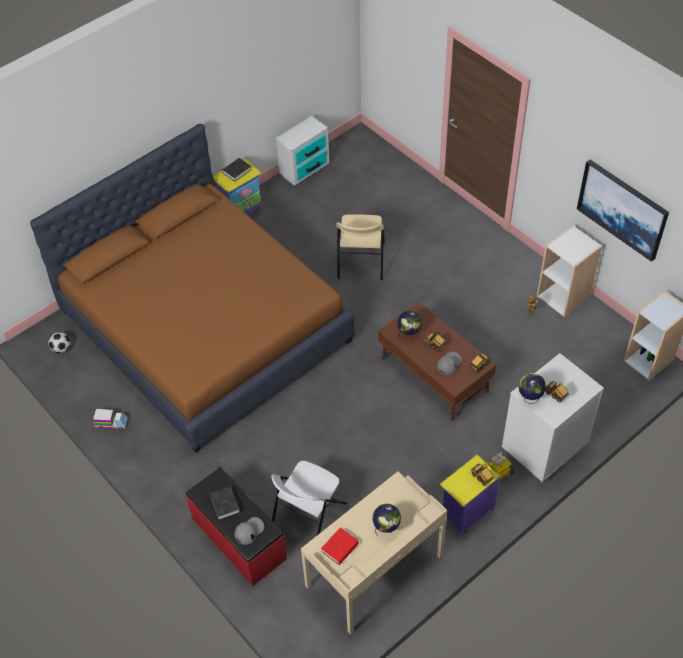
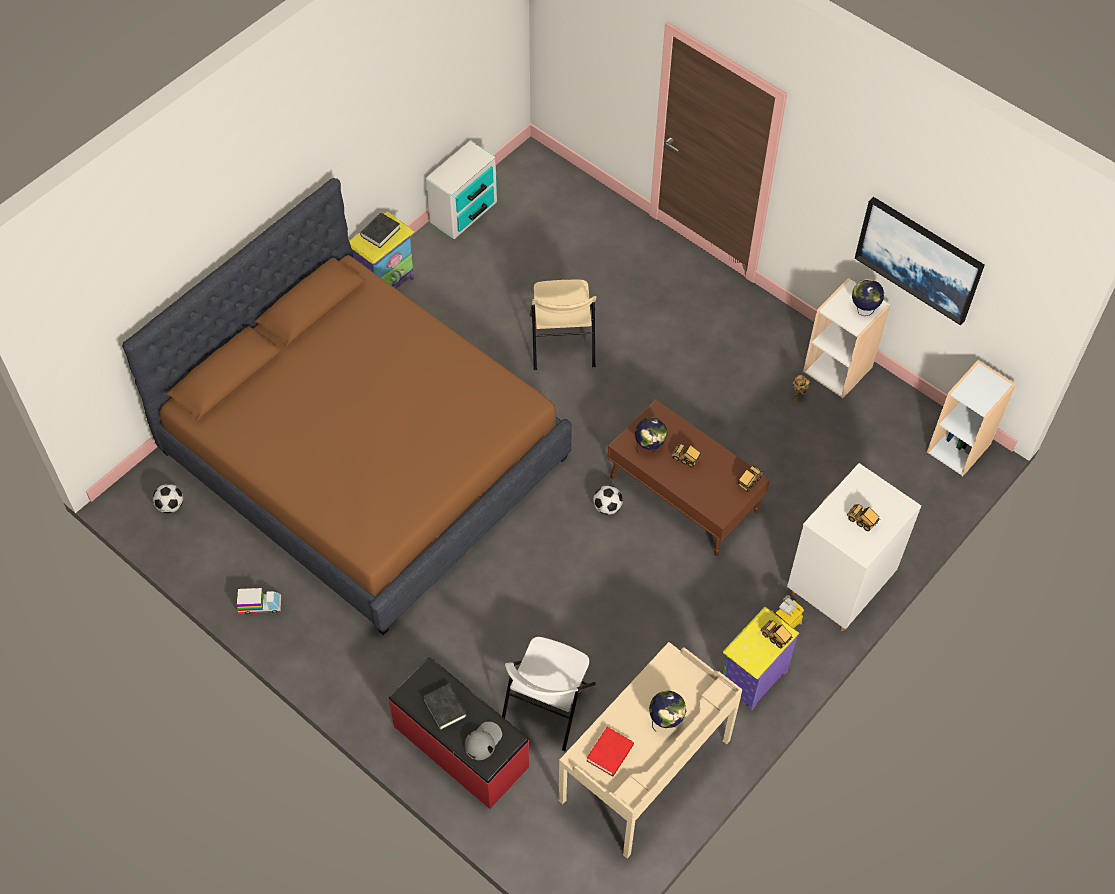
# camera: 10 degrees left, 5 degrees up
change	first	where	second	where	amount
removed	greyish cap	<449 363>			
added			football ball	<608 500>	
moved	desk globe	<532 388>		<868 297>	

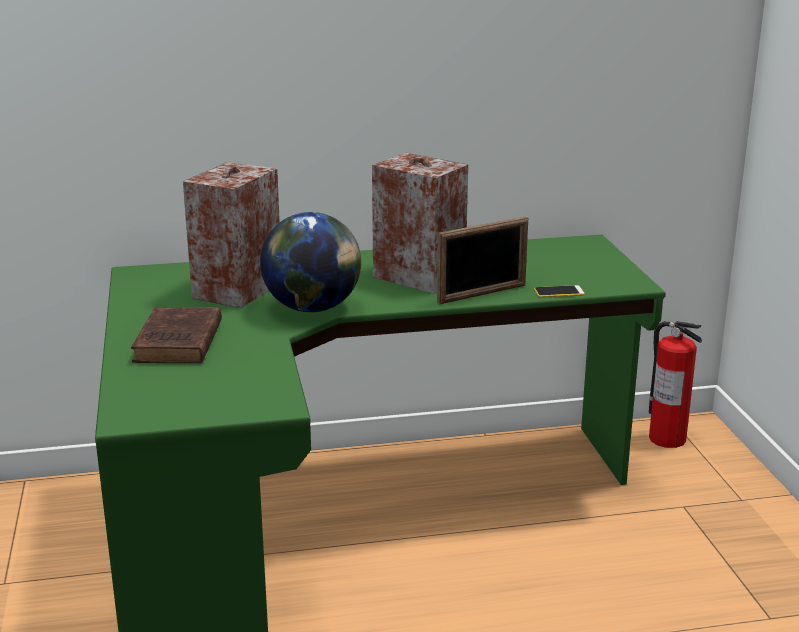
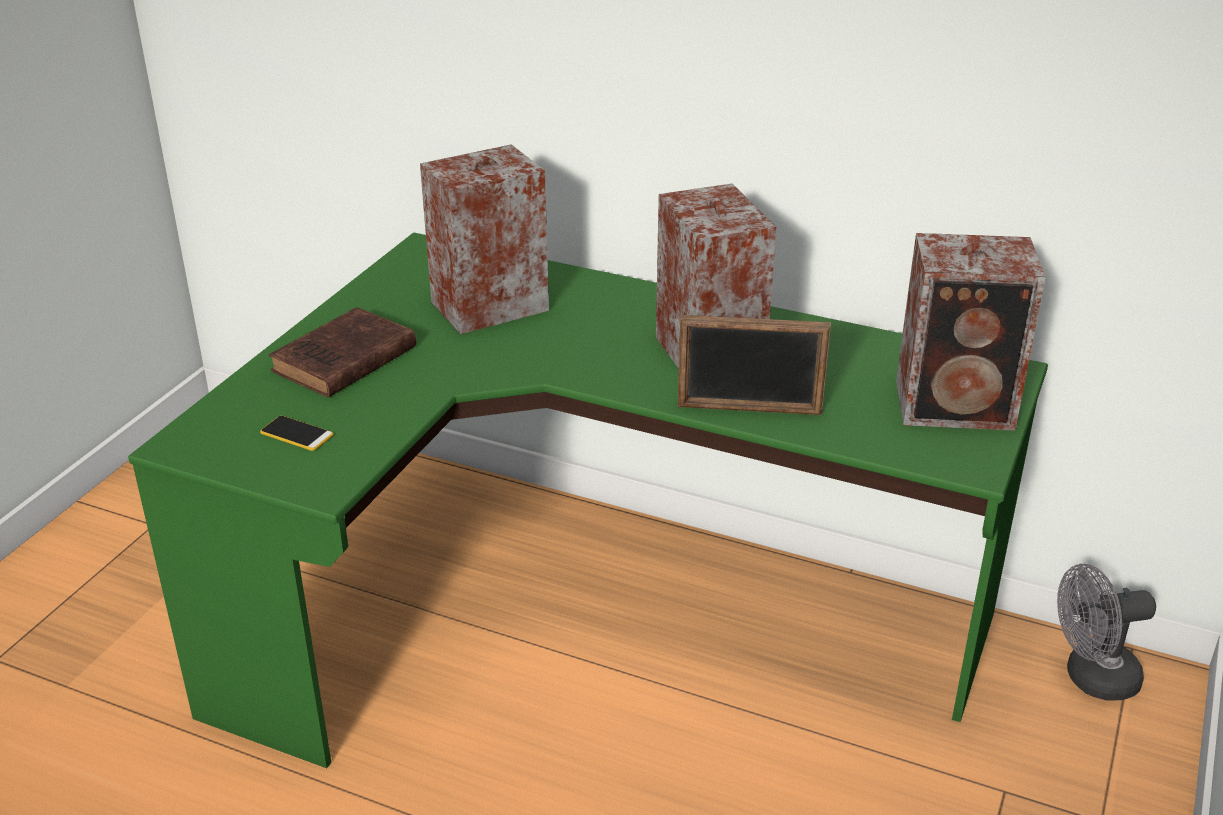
# camera: 35 degrees right, 10 degrees up
change	first	where	second	where	amount
removed	desk globe	<310 262>			
added			speaker	<971 332>	
moved	handset	<559 291>		<297 433>	
replaced	fire extinguisher	<675 384>	greyish cooling fan	<1106 632>	

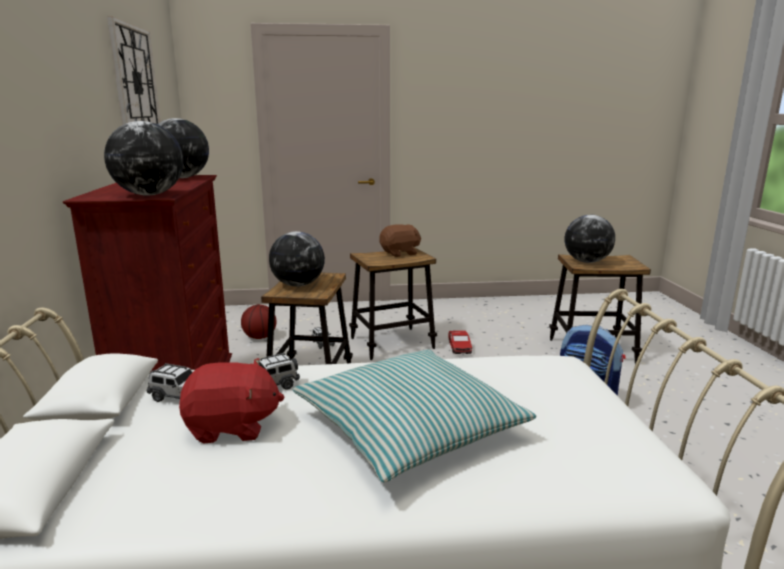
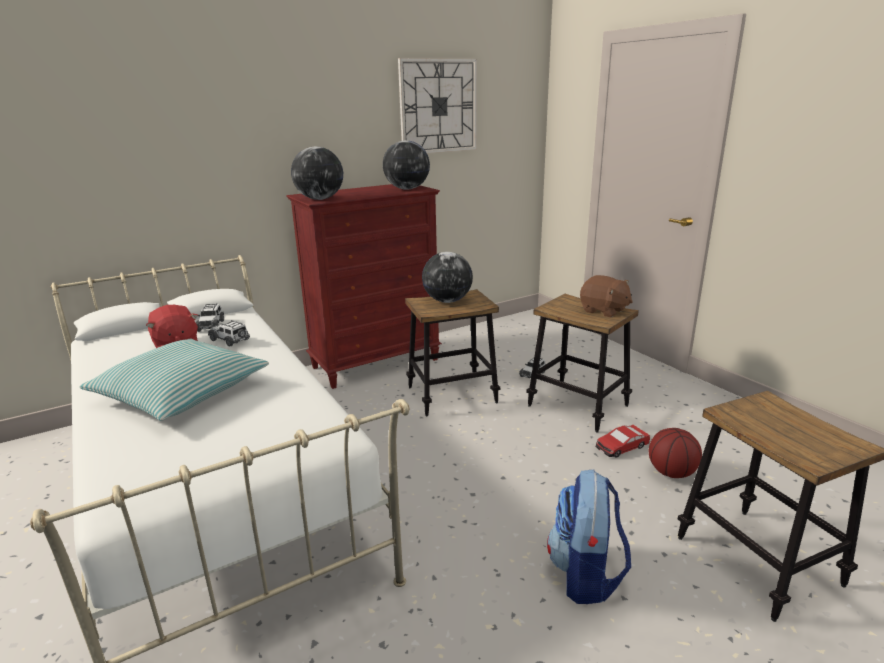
# camera: 65 degrees right, 5 degrees up
change	first	where	second	where	amount
removed	desk globe	<590 239>			
moved	basketball	<258 322>		<675 453>	

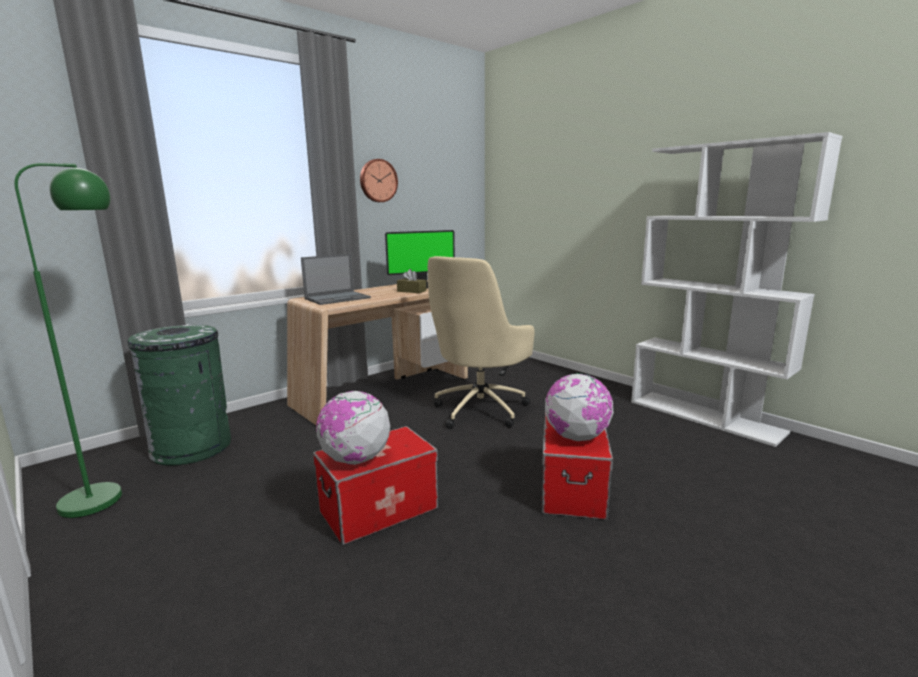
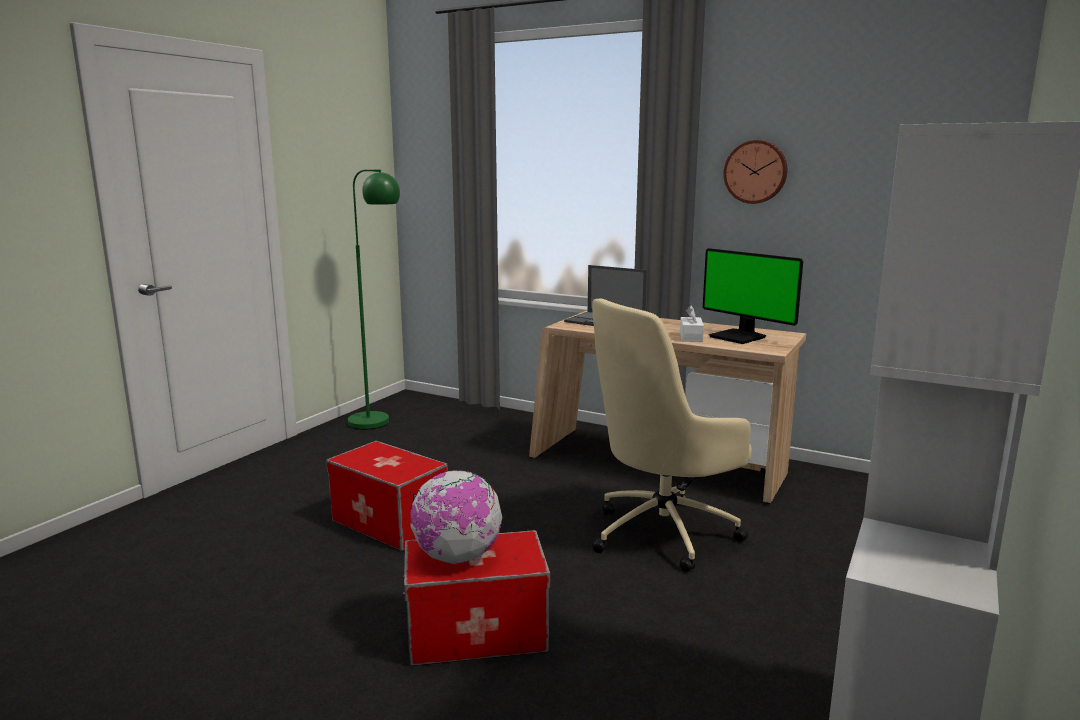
# camera: 70 degrees right, 0 degrees up
change	first	where	second	where	amount
removed	green rubbish bin	<179 395>			
removed	desk globe	<353 428>			
recoloured	brown box of tissues	<411 281>	whitish box of tissues	<692 323>	
turned	sand-coloured office chair	<481 342>		<672 435>	45 degrees counterclockwise

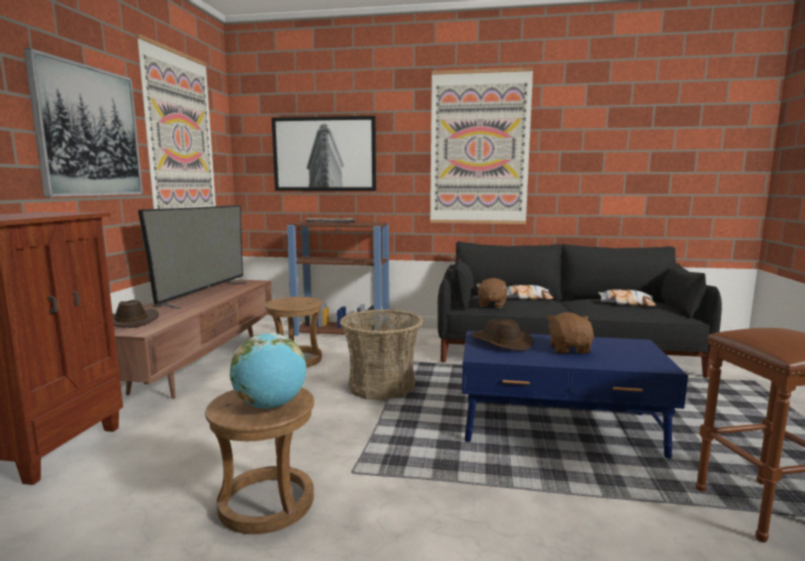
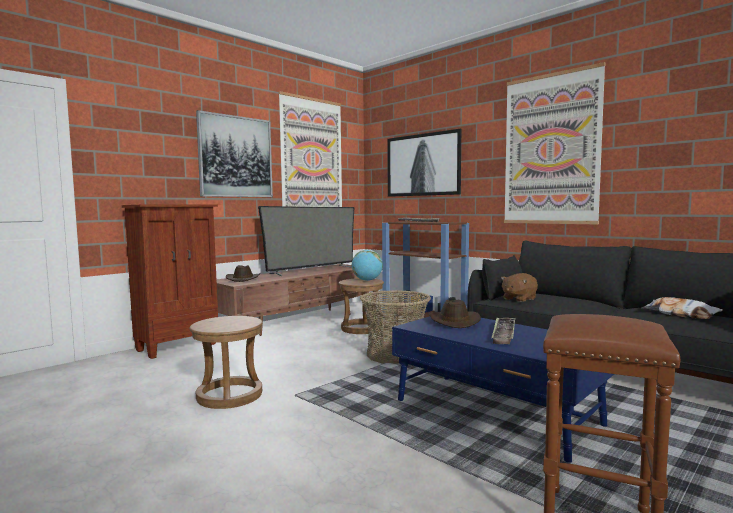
# camera: 35 degrees right, 5 degrees down
change	first	where	second	where	amount
removed	pillow	<530 292>			
moved	desk globe	<268 371>		<367 265>	
replaced	brown plush toy	<570 333>	carrying tray	<503 331>	

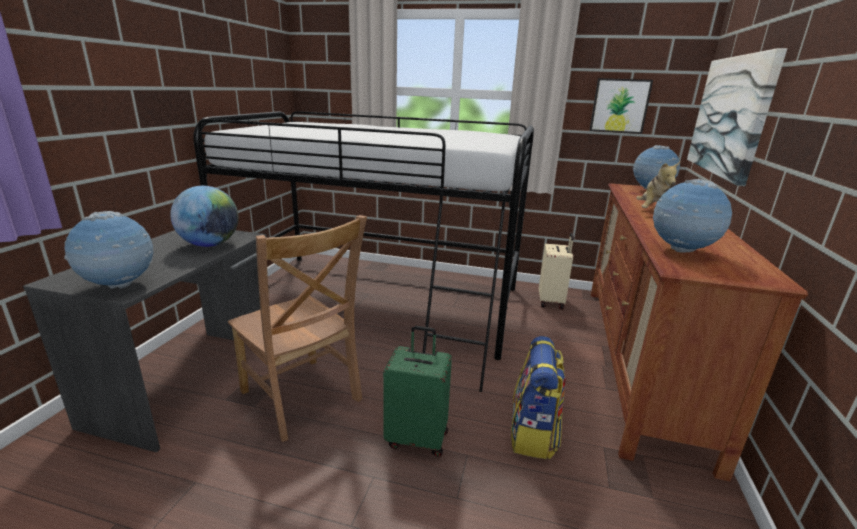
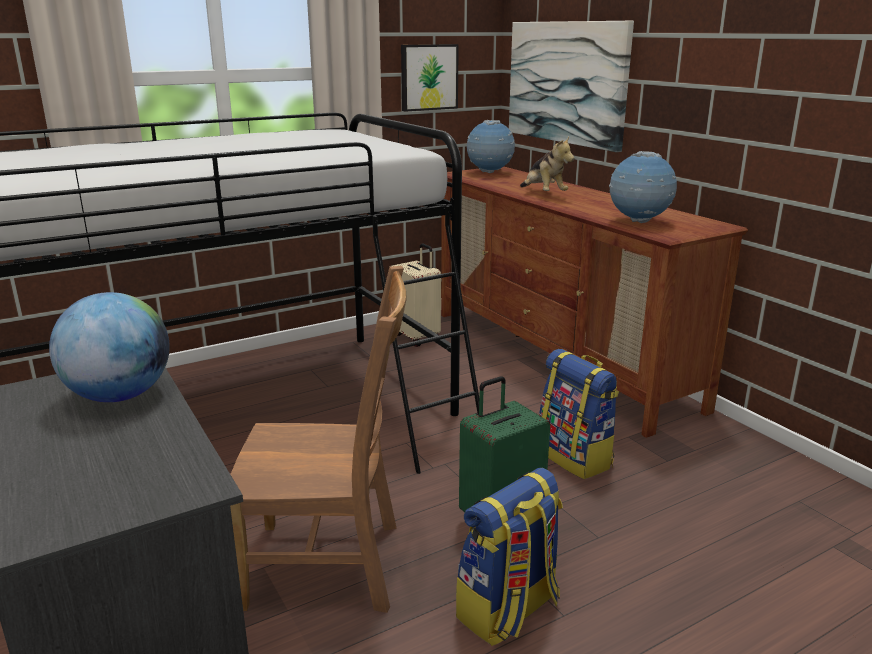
# camera: 45 degrees left, 0 degrees up
change	first	where	second	where	amount
removed	desk globe	<109 250>			
added			knapsack	<509 557>	

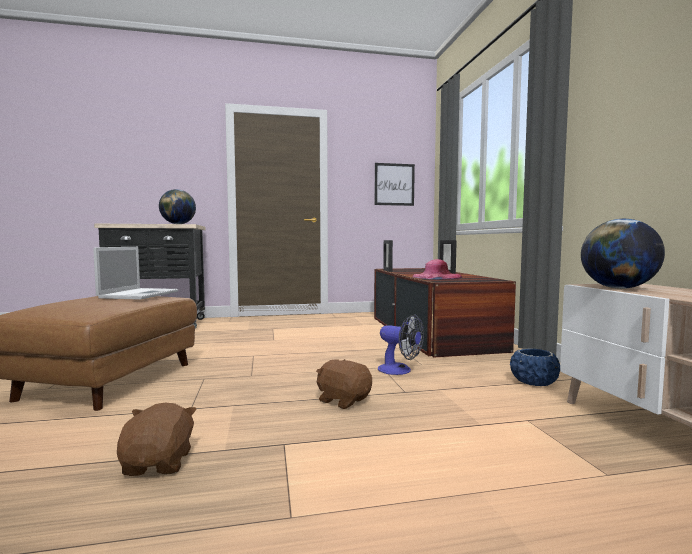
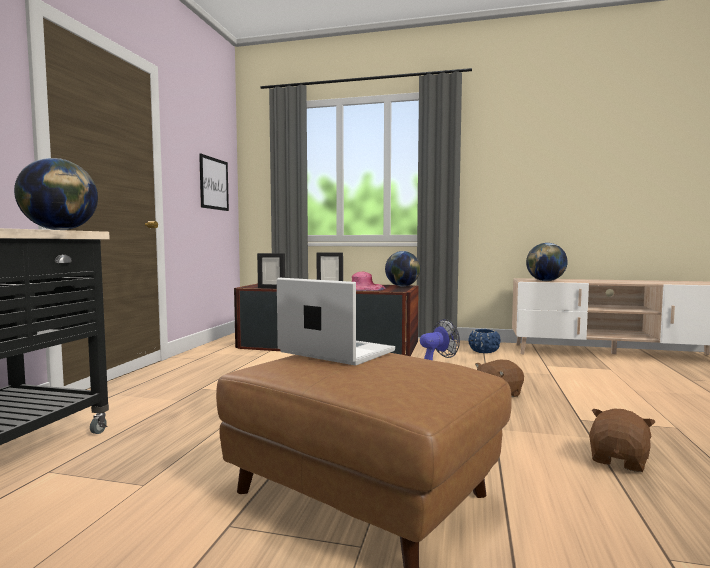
# camera: 65 degrees left, 0 degrees up
change	first	where	second	where	amount
added			desk globe	<402 269>	
turned	brown plush toy	<157 439>		<622 440>	105 degrees clockwise

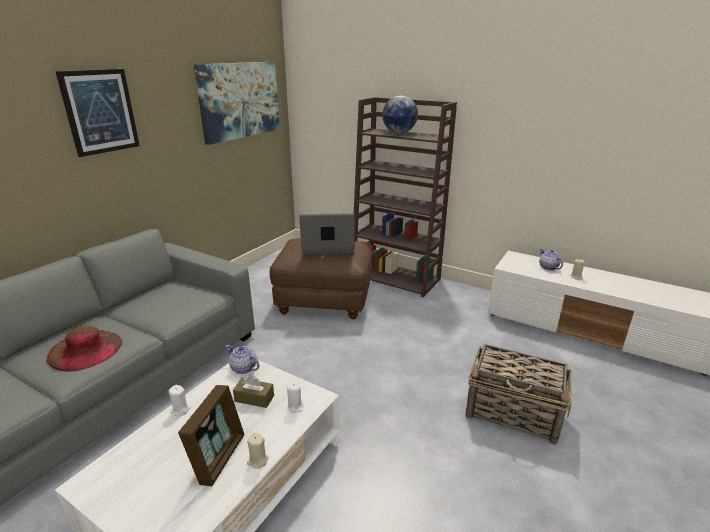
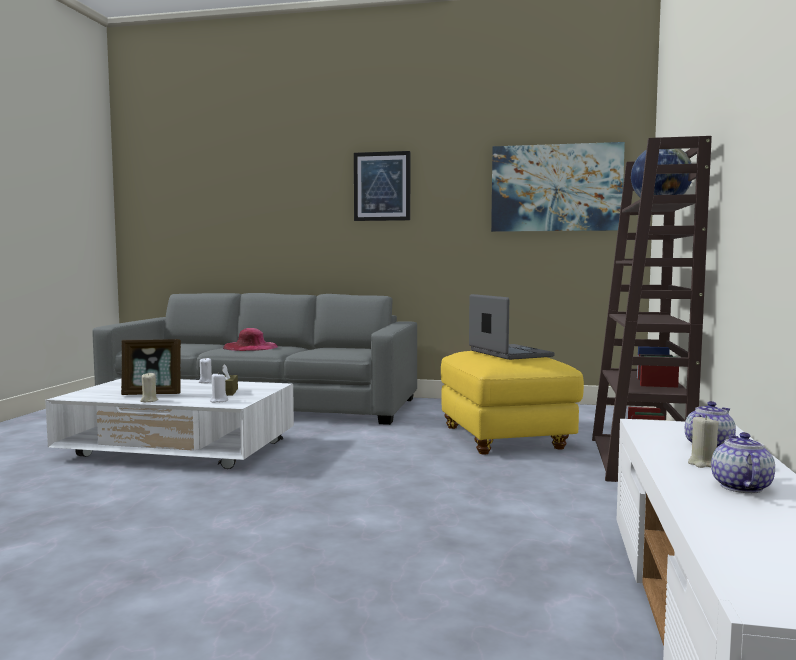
# camera: 70 degrees right, 20 degrees down
change	first	where	second	where	amount
removed	basket	<518 394>			
moved	tea pot	<243 359>		<743 462>	
recoloured	brown hat	<84 349>	pink-coloured hat	<250 339>	
recoloured	brown ottoman	<321 278>	yellow ottoman	<512 403>	

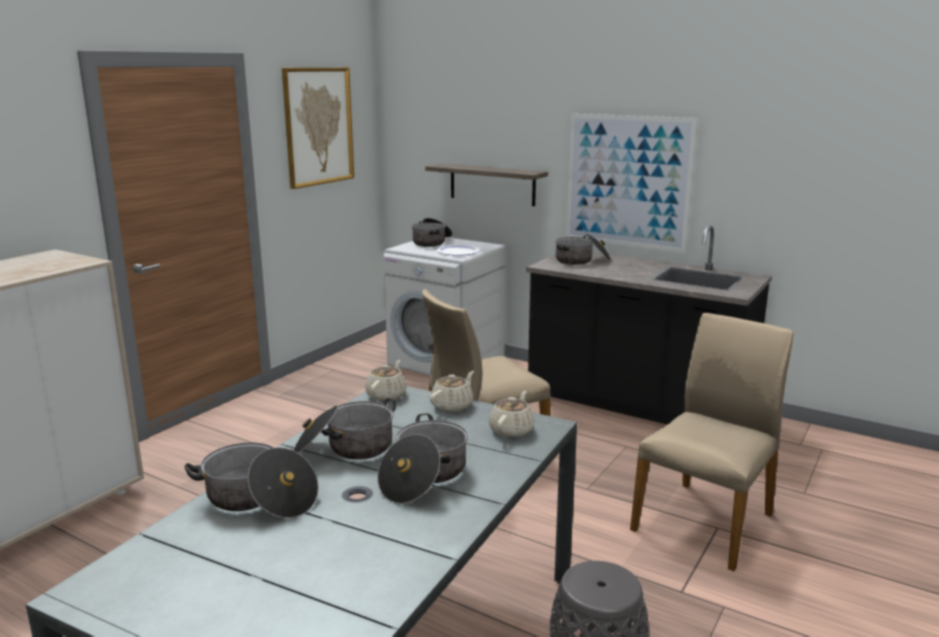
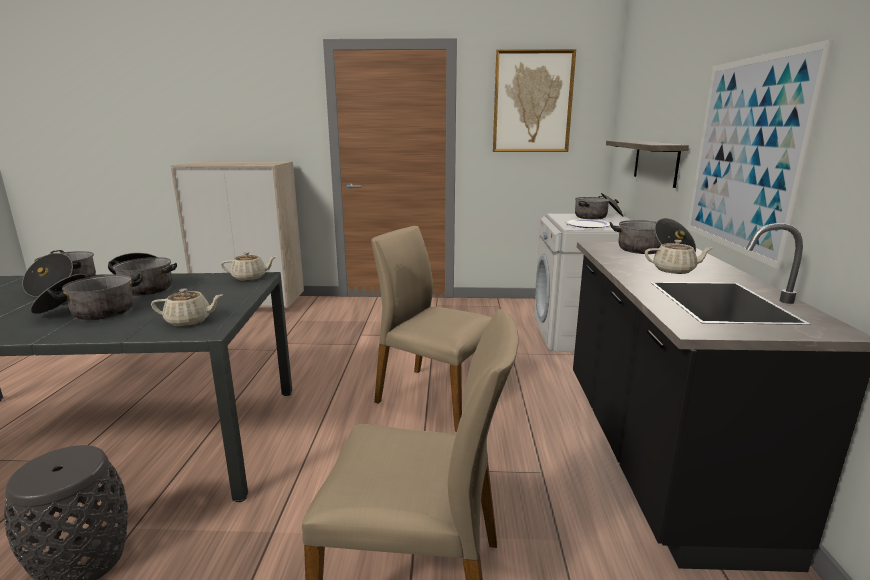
# camera: 60 degrees right, 0 degrees up
change	first	where	second	where	amount
moved	sand-coloured tea pot	<452 391>		<679 257>	

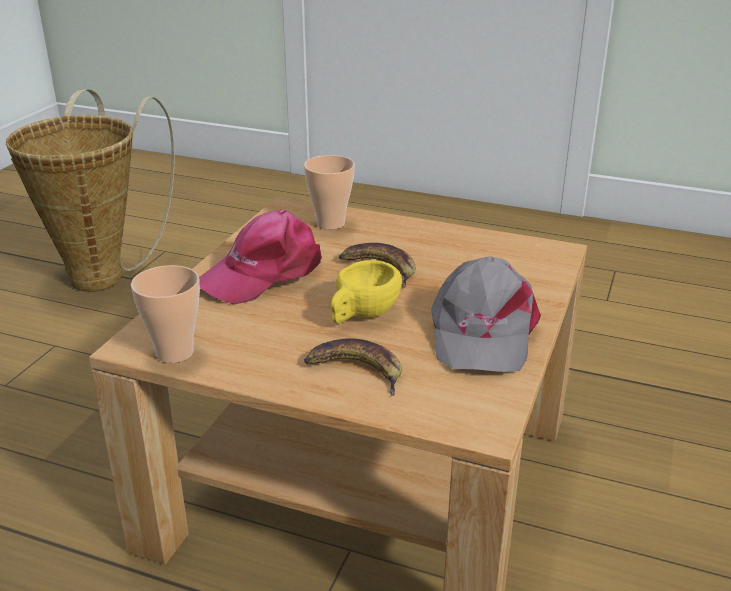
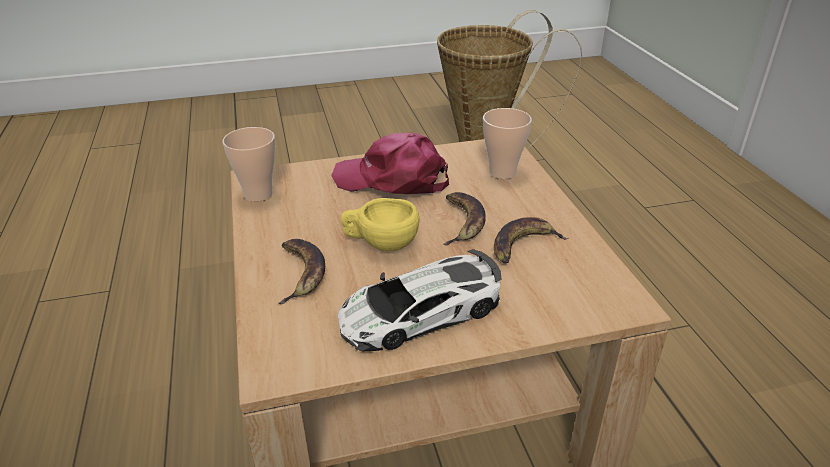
# camera: 55 degrees right, 5 degrees up
change	first	where	second	where	amount
added			whole banana	<531 240>	
replaced	greyish cap	<486 314>	toy car	<419 300>	

